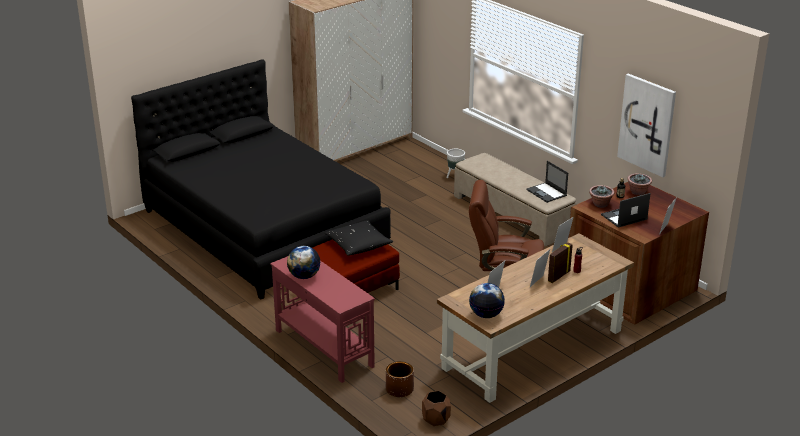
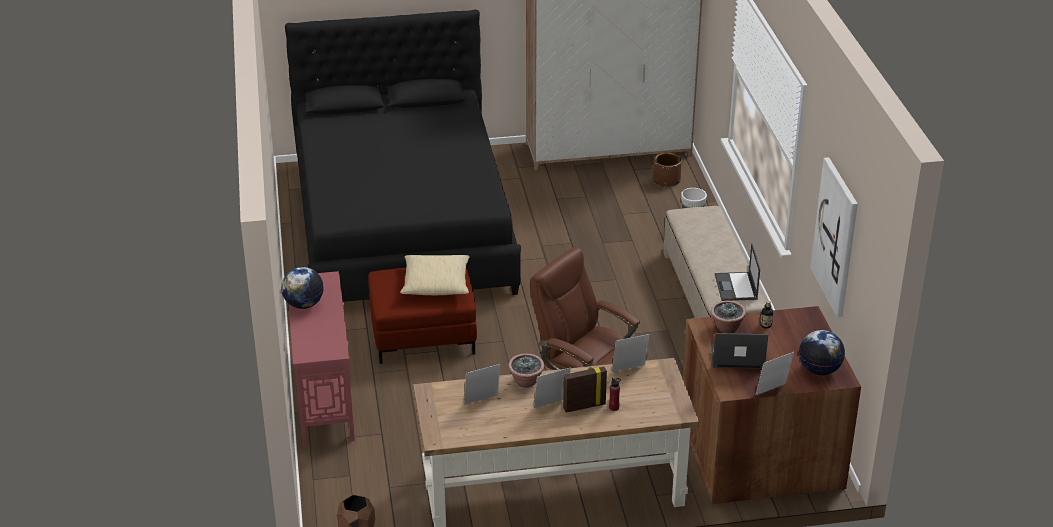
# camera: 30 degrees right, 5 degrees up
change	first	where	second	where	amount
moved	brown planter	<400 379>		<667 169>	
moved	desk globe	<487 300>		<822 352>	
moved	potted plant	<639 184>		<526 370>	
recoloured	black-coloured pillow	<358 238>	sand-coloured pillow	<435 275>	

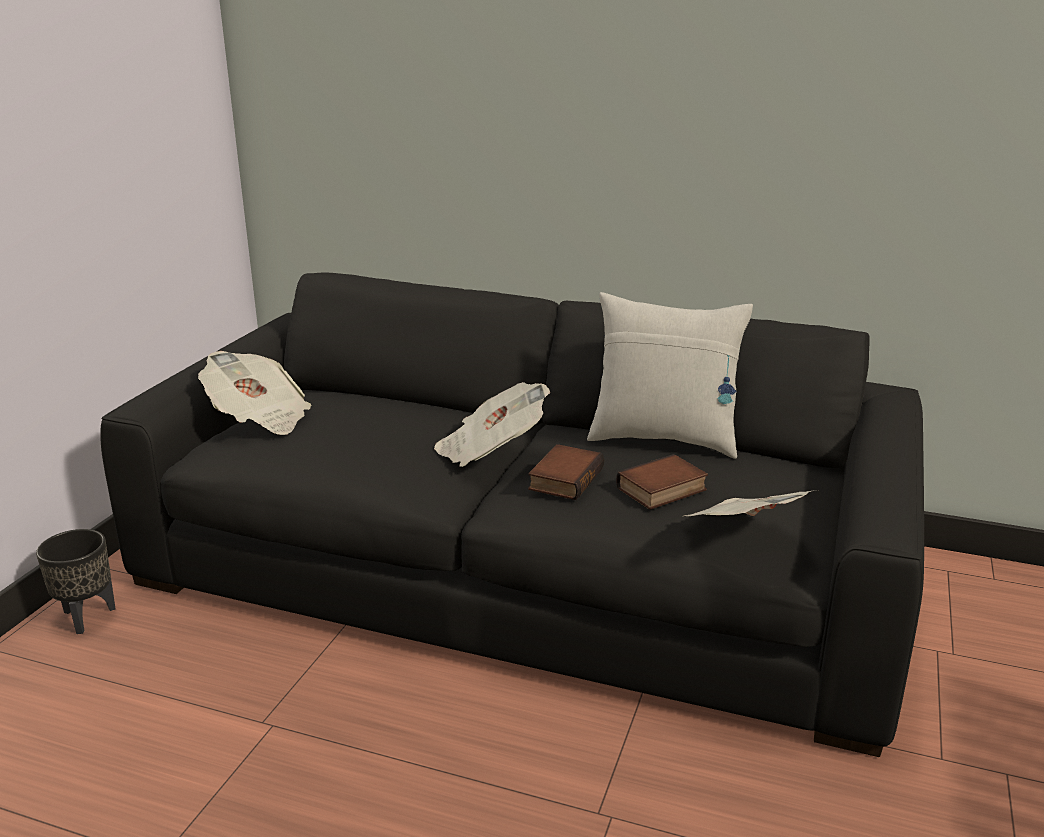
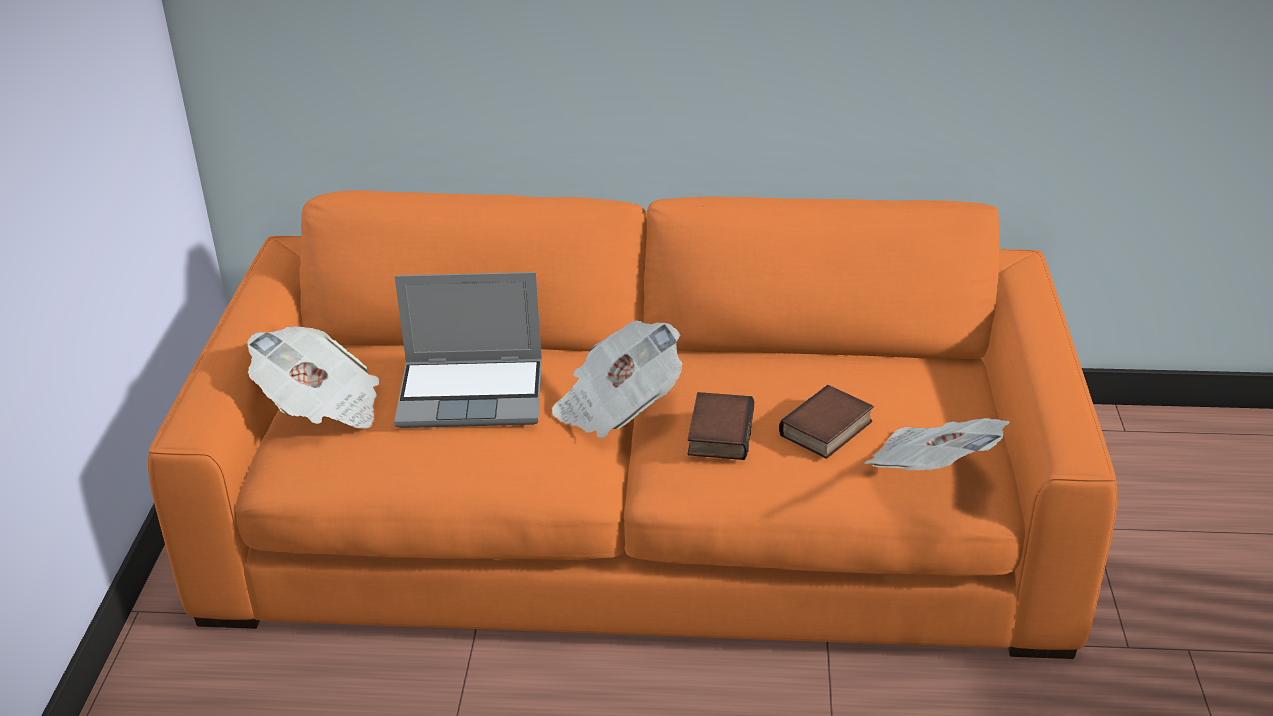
# camera: 15 degrees left, 10 degrees up
change	first	where	second	where	amount
removed	black-coloured planter	<76 581>			
removed	greyish pillow	<670 375>			
added			notebook computer	<468 350>	
recoloured	black-coloured couch	<512 515>	orangey couch	<632 424>	

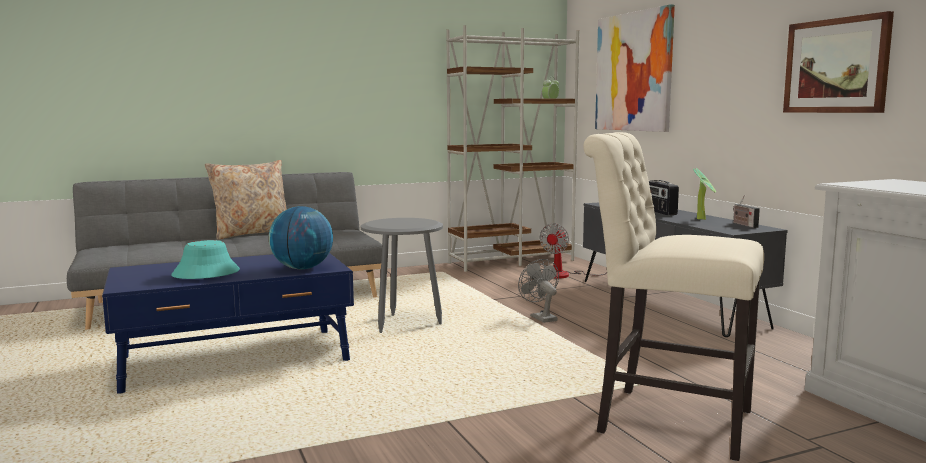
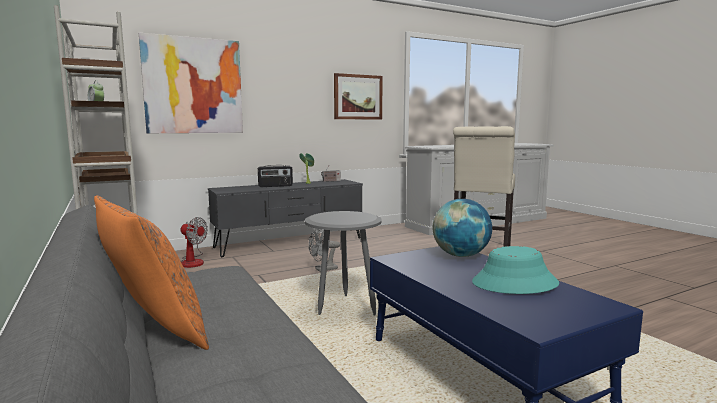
# camera: 95 degrees left, 0 degrees up
change	first	where	second	where	amount
recoloured	sand-coloured pillow	<246 200>	orangey pillow	<151 273>	

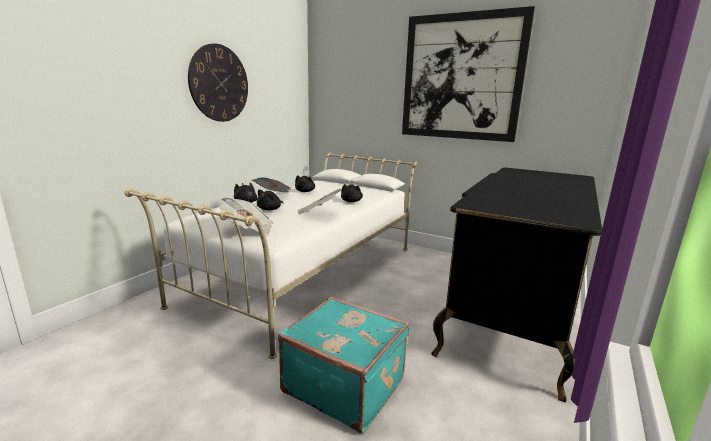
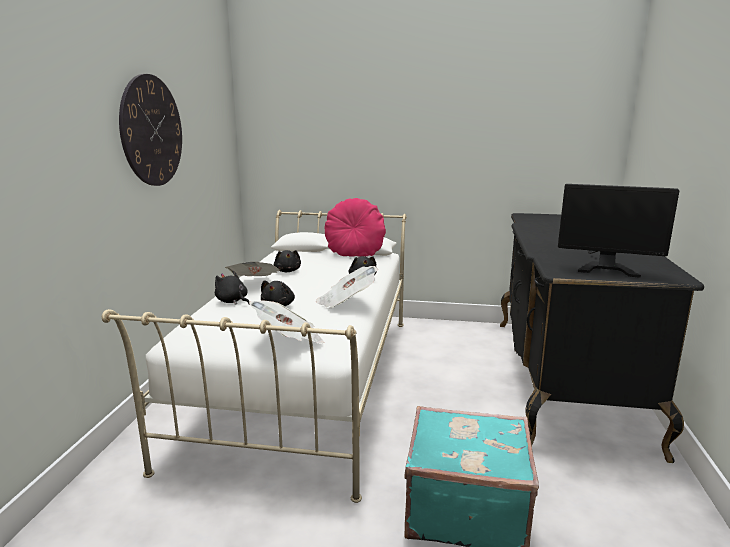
# camera: 20 degrees left, 0 degrees up
change	first	where	second	where	amount
removed	wall picture	<468 74>			
added			pink-coloured pillow	<355 227>	
added			monitor	<618 231>	

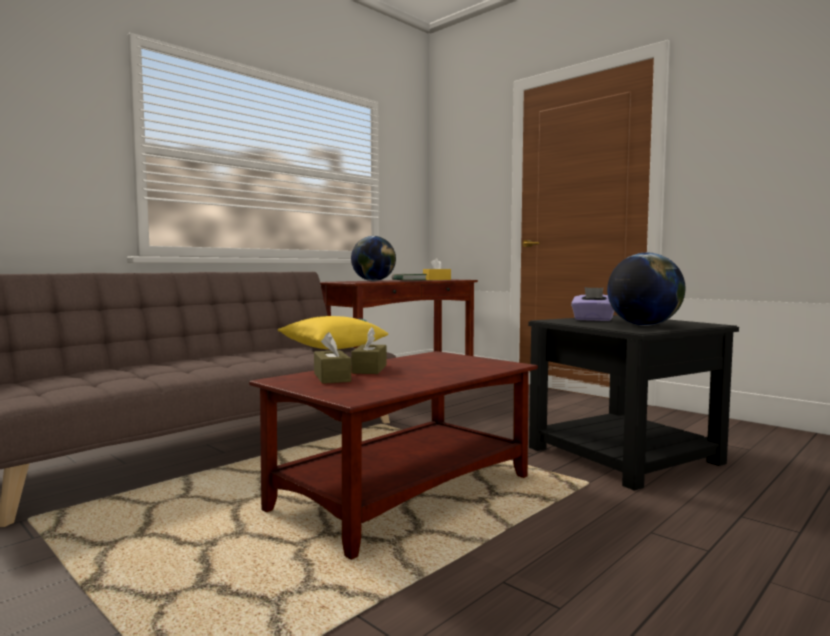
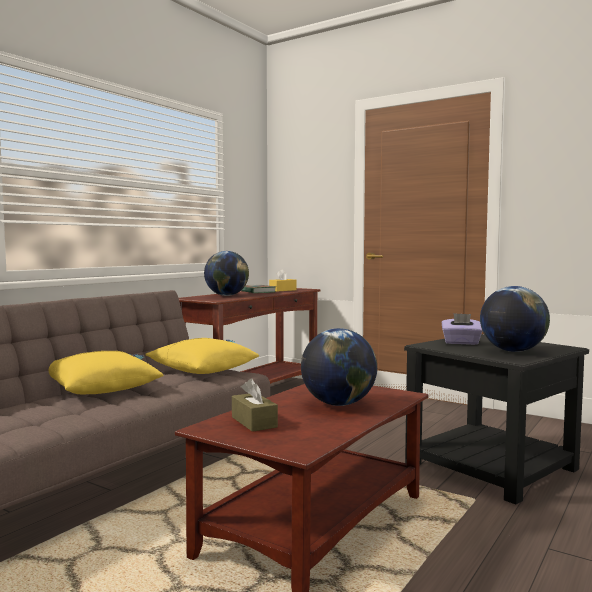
# camera: 10 degrees left, 0 degrees up
change	first	where	second	where	amount
removed	brown box of tissues	<368 350>			
added			yellow pillow	<105 372>	
added			desk globe	<339 367>	

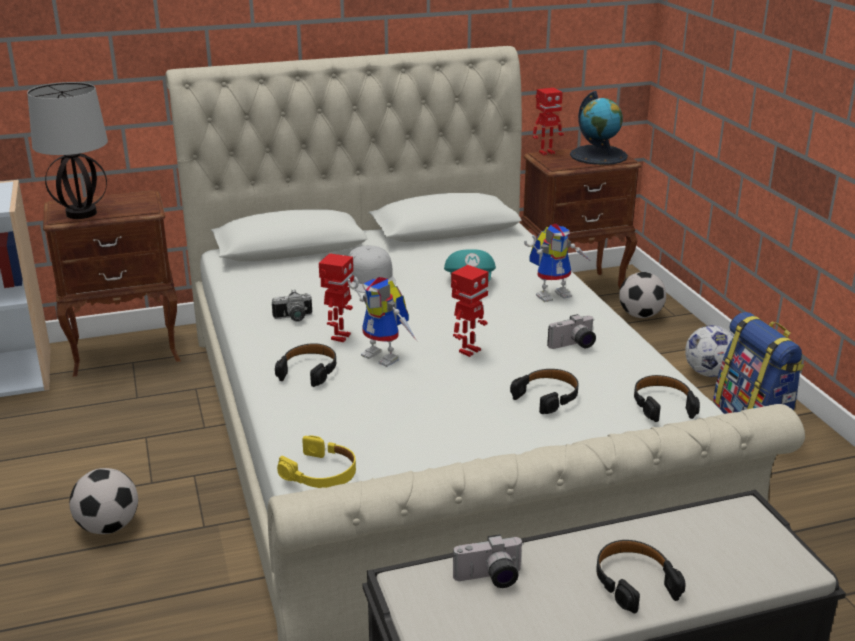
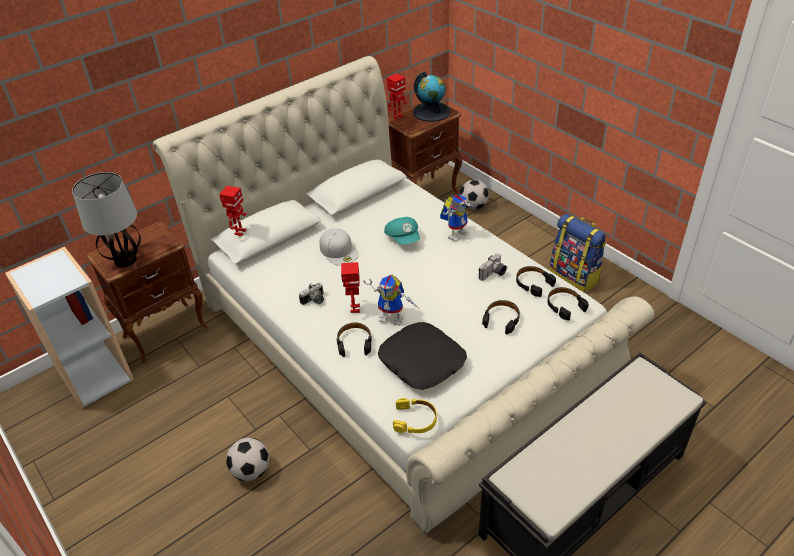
# camera: 20 degrees left, 15 degrees up
change	first	where	second	where	amount
removed	still camera	<488 561>			
removed	football ball	<709 351>			
added			black-coloured pillow	<422 356>	
moved	robot figure	<469 311>		<233 211>	
moved	black-coloured headphones	<641 576>		<536 281>	

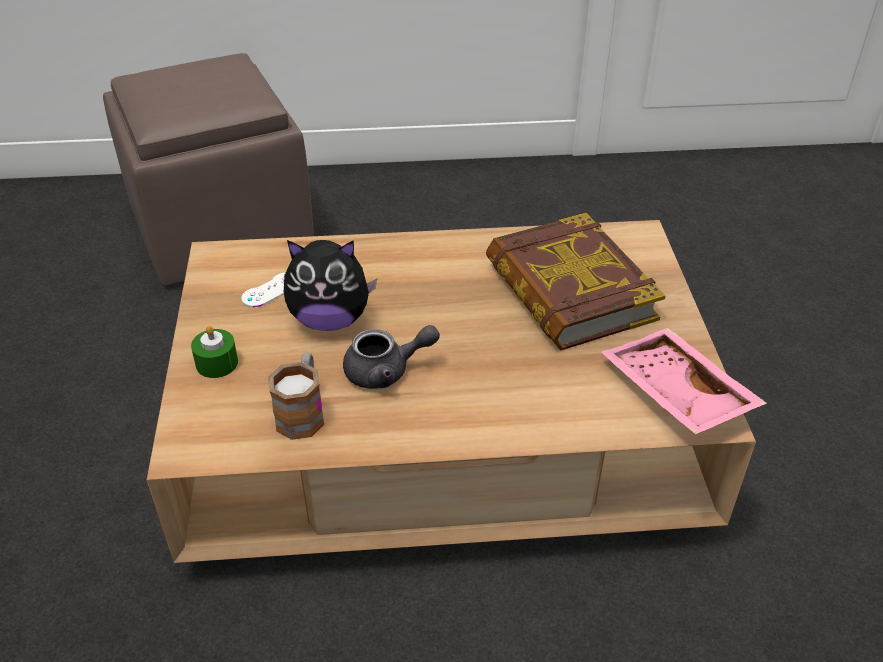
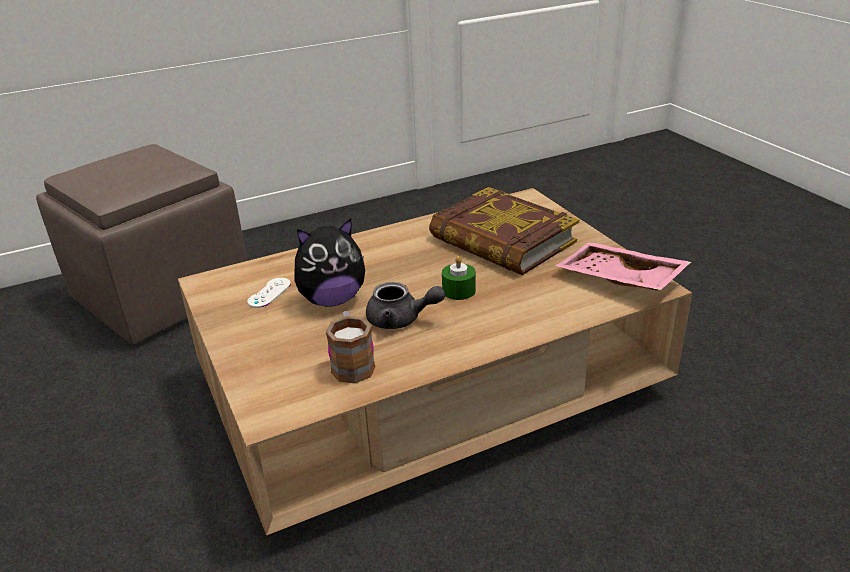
# camera: 20 degrees left, 10 degrees down
change	first	where	second	where	amount
moved	green wax light	<214 351>		<459 278>	
turned	greyish tea pot	<391 357>		<405 305>	45 degrees clockwise

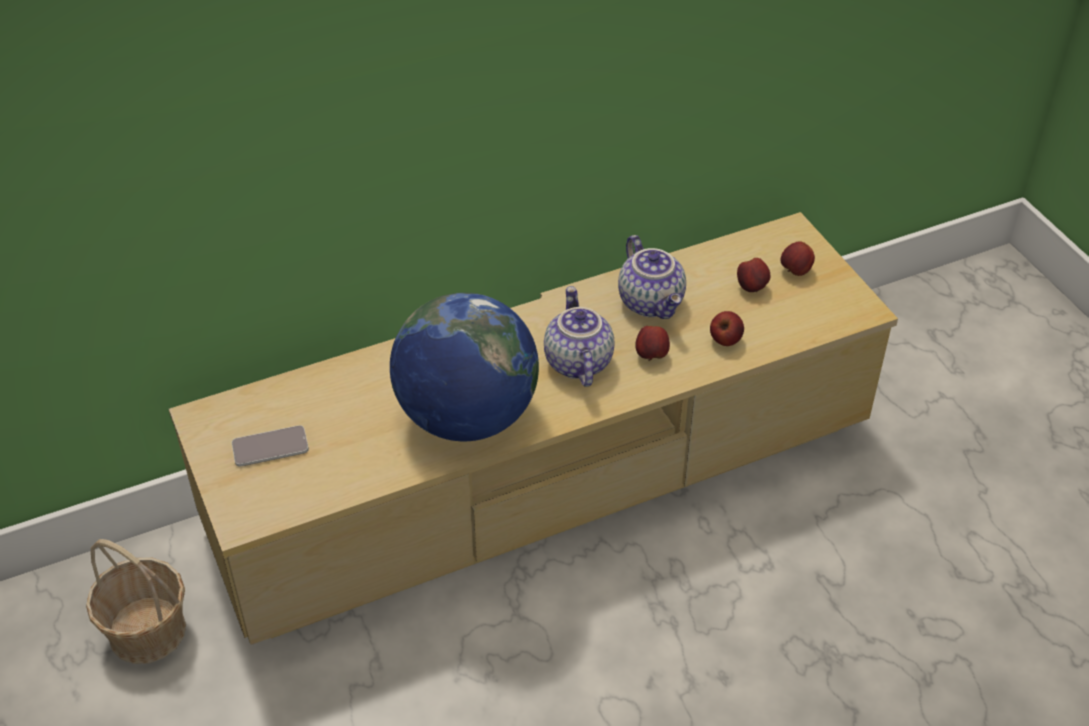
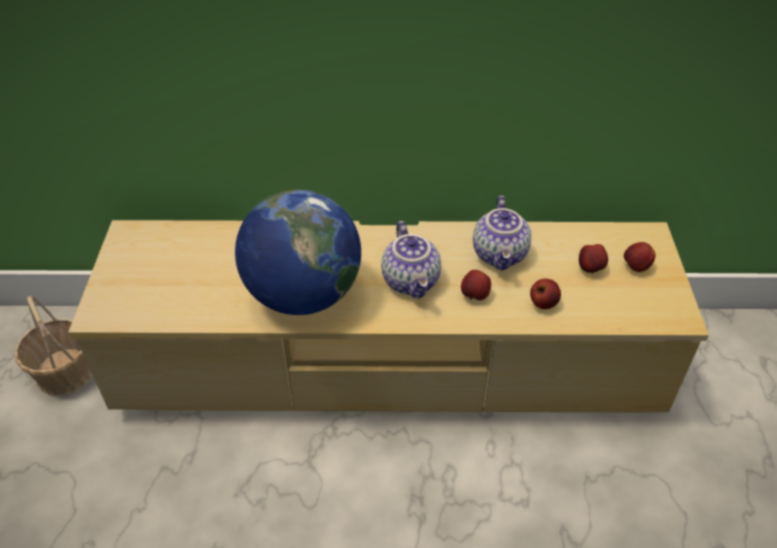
# camera: 25 degrees right, 0 degrees up
change	first	where	second	where	amount
removed	handset	<270 446>			
turned	tea pot	<579 336>		<411 259>	150 degrees clockwise

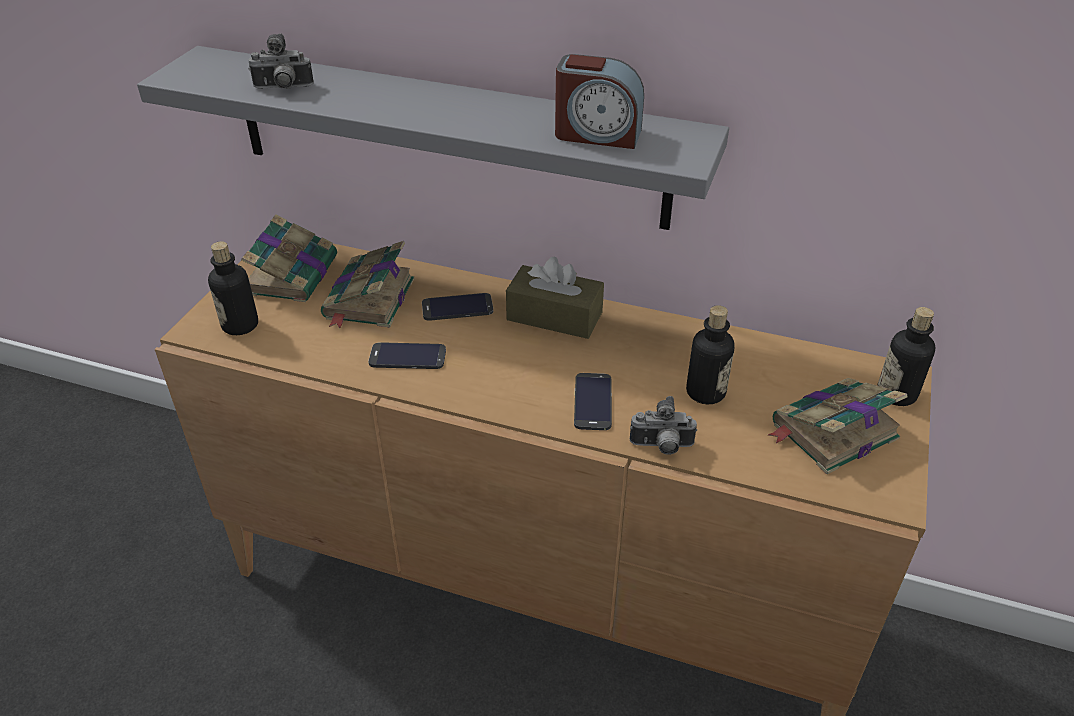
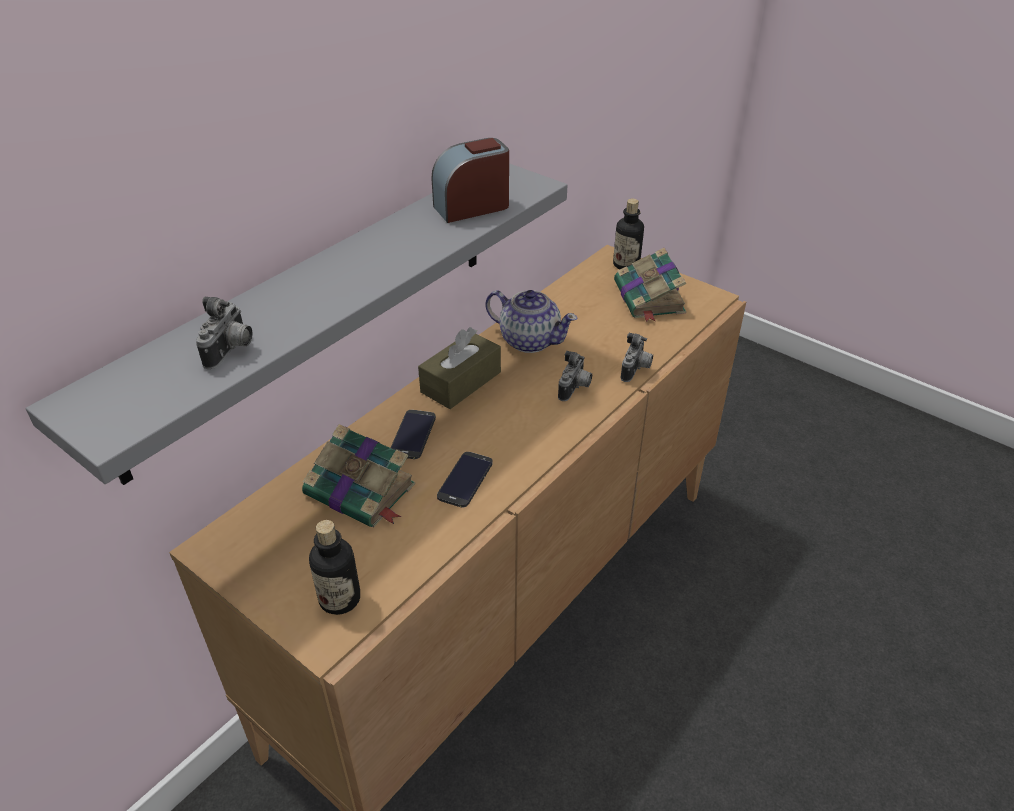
# camera: 70 degrees left, 0 degrees up
change	first	where	second	where	amount
removed	book	<289 258>			
removed	beverage bottle	<710 354>			
added			tea pot	<531 321>	
replaced	handset	<593 401>	still camera	<575 376>	
turned	bedside clock	<599 101>		<470 180>	150 degrees counterclockwise

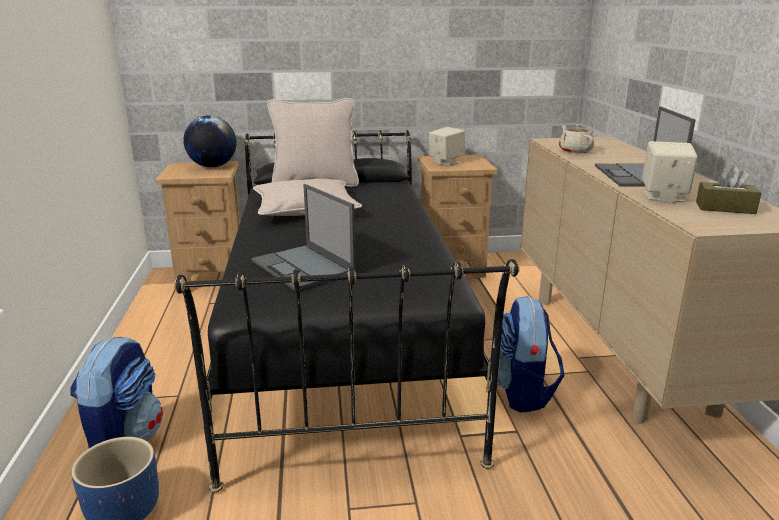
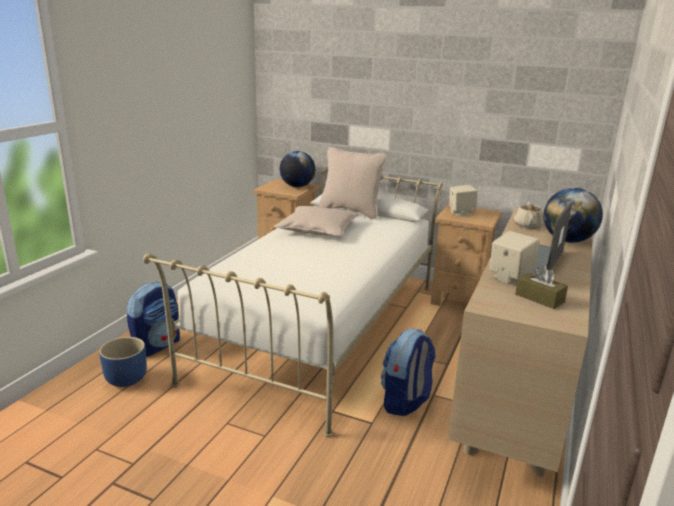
# camera: 30 degrees right, 0 degrees up
change	first	where	second	where	amount
removed	notebook computer	<303 237>			
added			desk globe	<573 215>	
recoloured	black-coloured bedroom bed	<347 311>	whitish bedroom bed	<293 302>	

